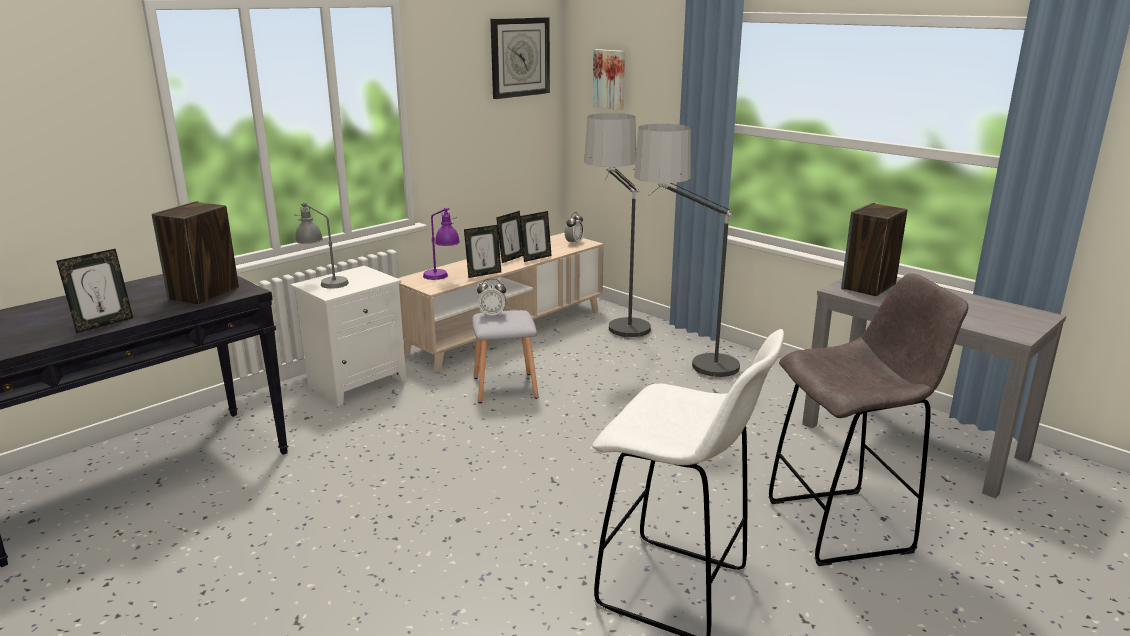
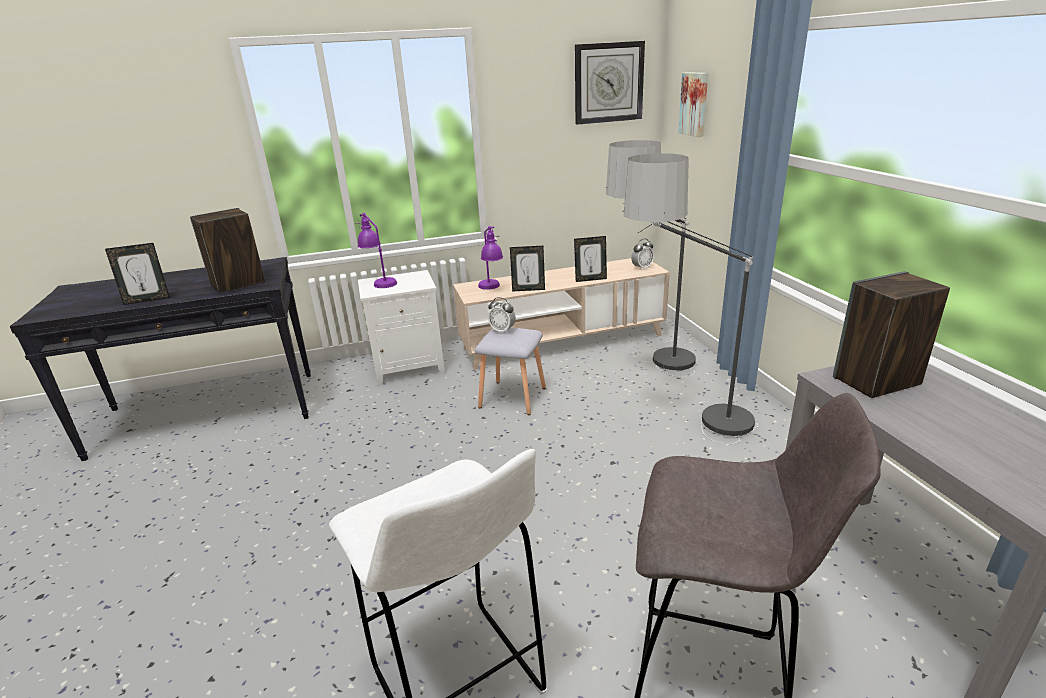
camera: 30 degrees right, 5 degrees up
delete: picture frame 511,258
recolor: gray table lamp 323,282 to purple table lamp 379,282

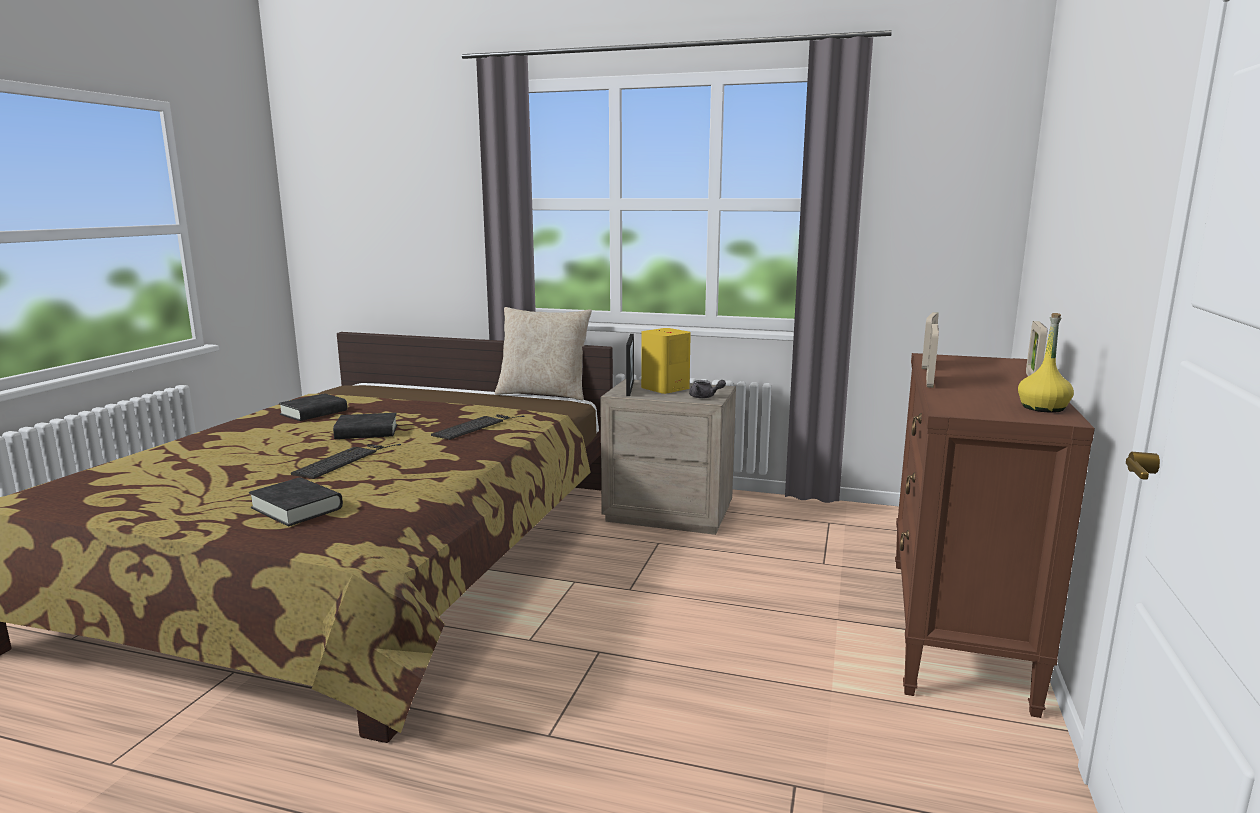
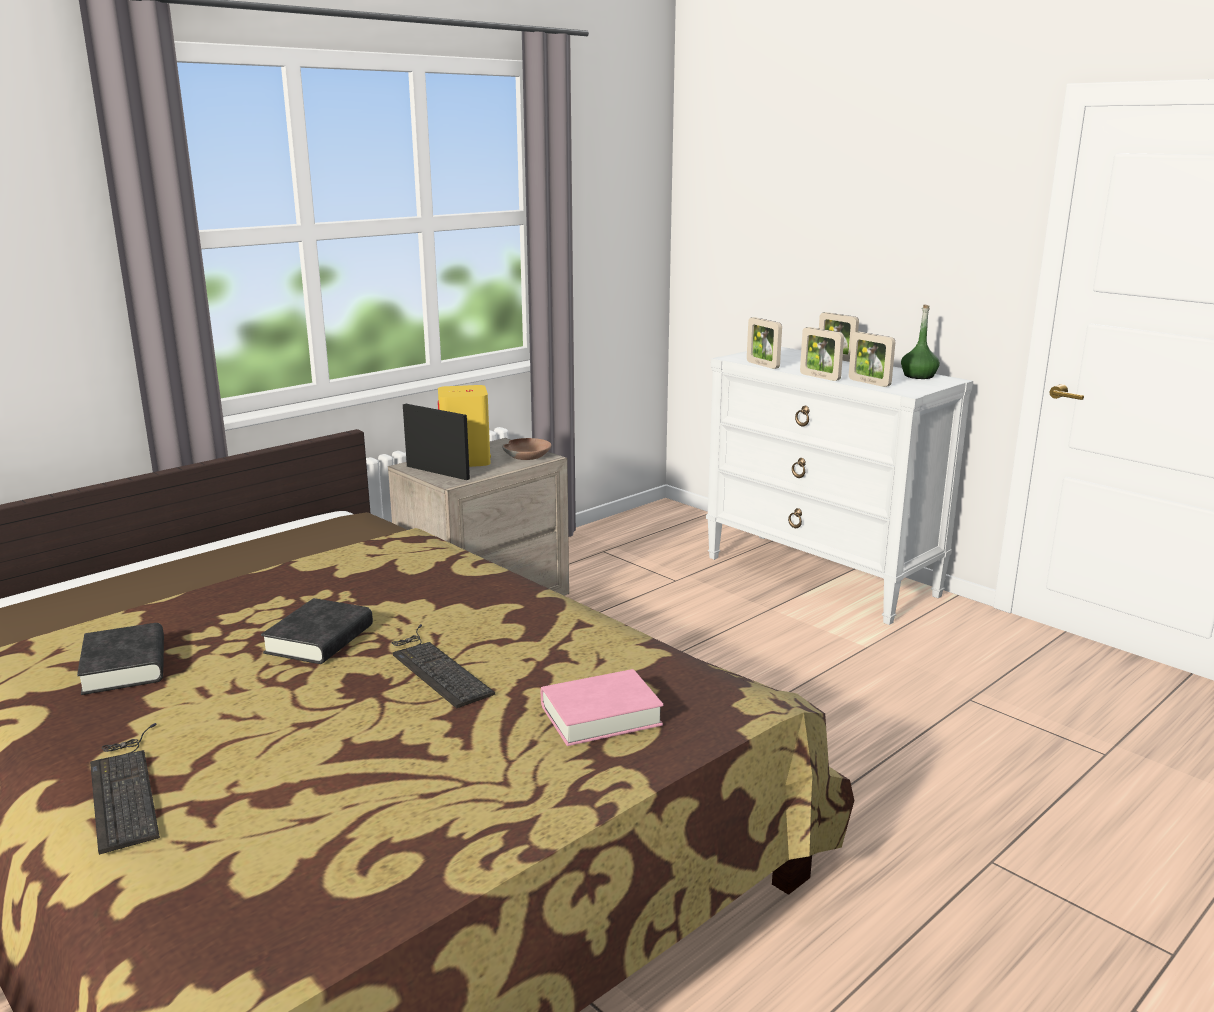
camera: 60 degrees left, 5 degrees up
delete: beige pillow 544,394
insert: picture frame 869,383
move: keyboard 476,426 to 125,788
replace: gray teapot 705,397 to brown-coloured serving bowl 527,455
recolor: yellow bottle 1043,408 to greenish bottle 919,376; brown-coloured chest of drawers 957,629 to white-coloured chest of drawers 821,576; blackish book 297,508 to pink book 600,715

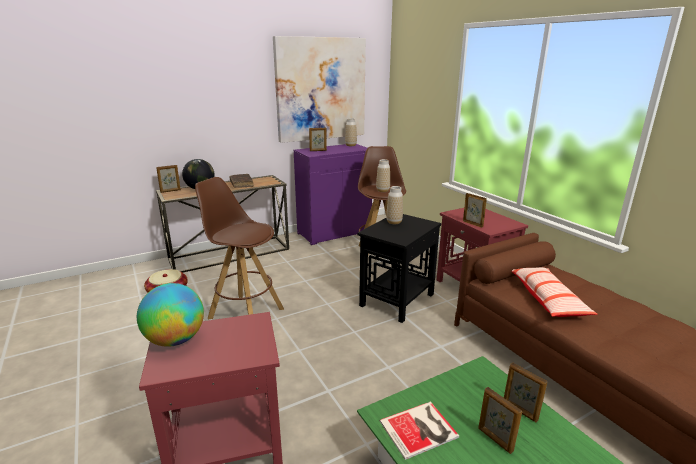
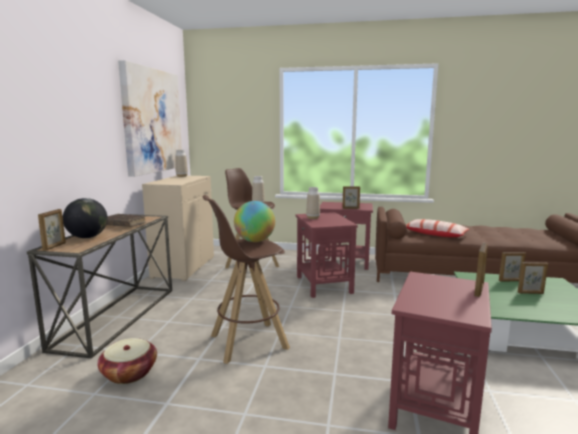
camera: 50 degrees left, 10 degrees down
delete: book 421,429
move: picture frame 318,150 to 479,290; world globe 175,340 to 254,241
recolor: purple cupboard 334,232 to beige cupboard 183,267; blackish end table 396,299 to reddish end table 323,284

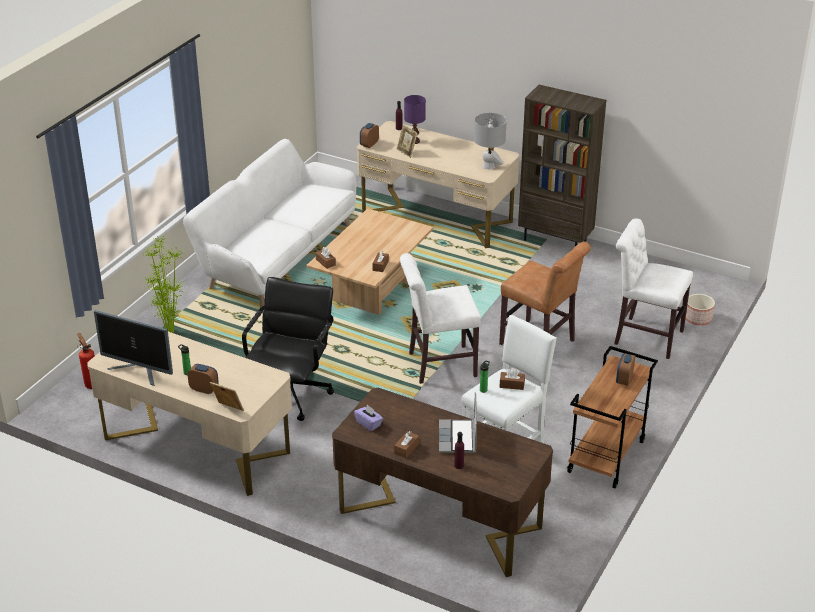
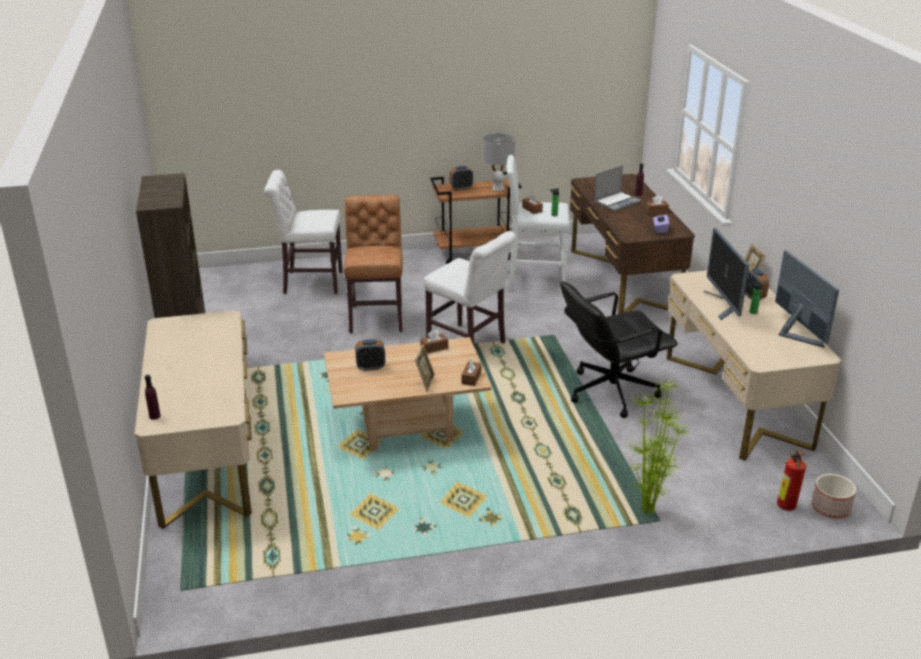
camera: 130 degrees left, 5 degrees down
delete: purple table lamp 415,141; white-coloured sofa 276,257
insert: monitor 724,306
move: gray table lamp 488,166 to 498,188; bedside clock 369,144 to 370,367; picture frame 406,152 to 425,382; flower pot 698,319 to 830,508
rotate: white-coloured chair 644,337 = 309,282 105 degrees clockwise

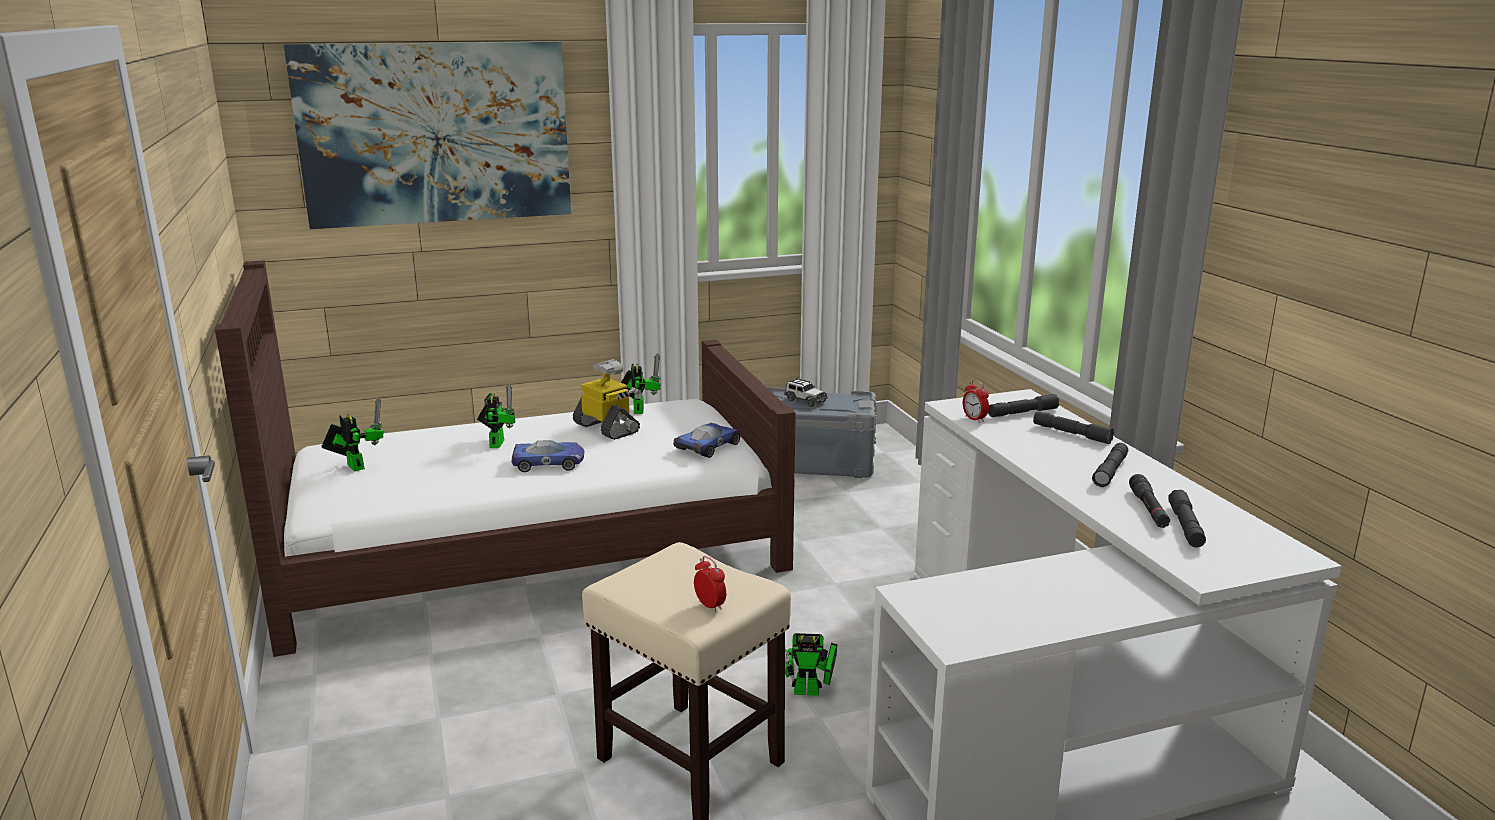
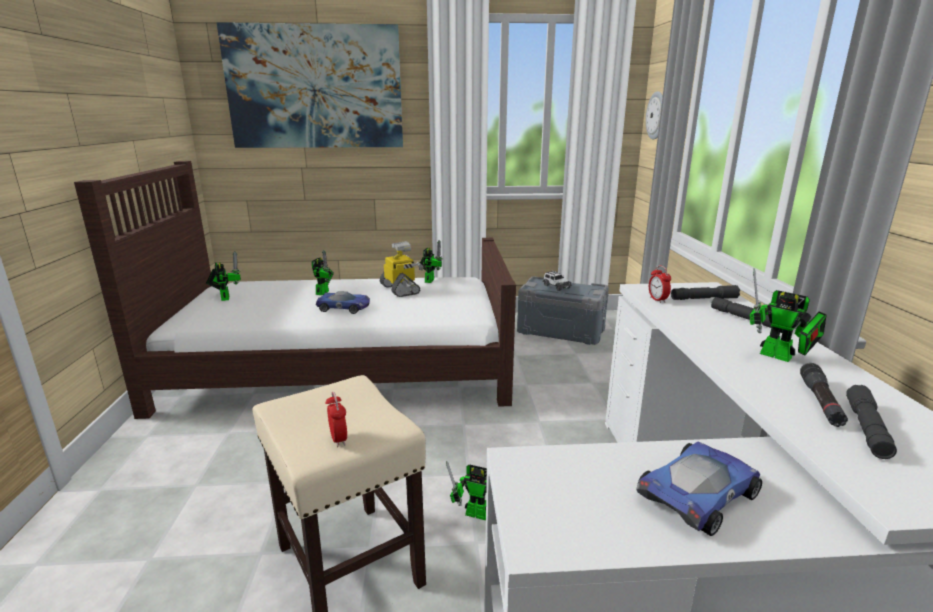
camera: 15 degrees right, 0 degrees up
insert: hanging clock 656,115
move: toy car 708,446 to 699,493
replace: gray torch 1110,471 to toy robot 781,357

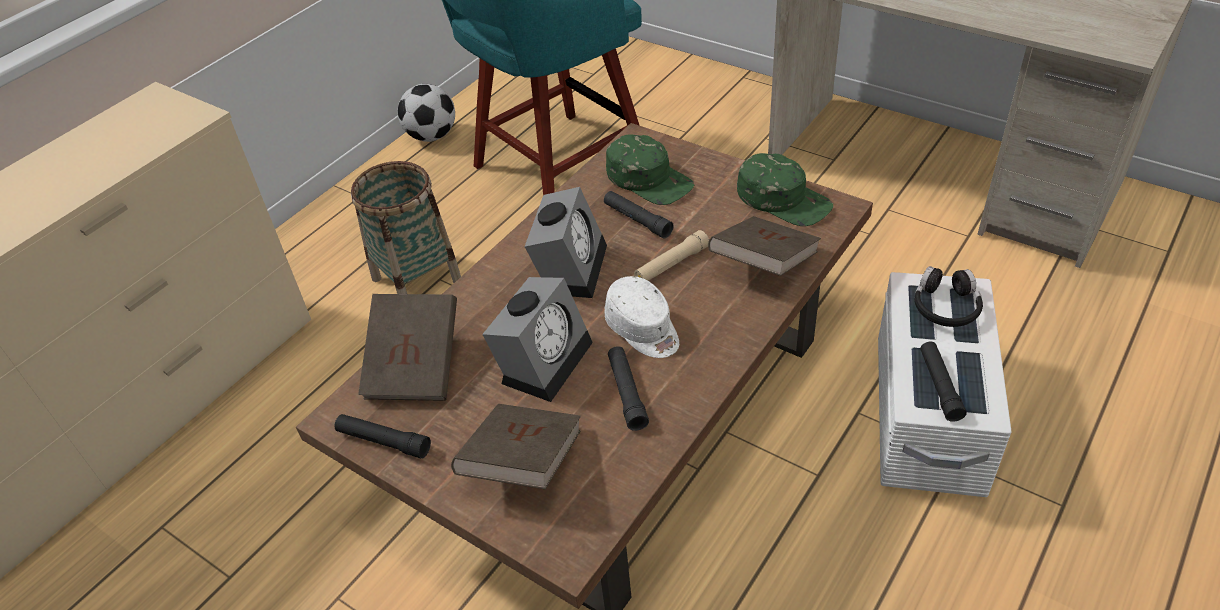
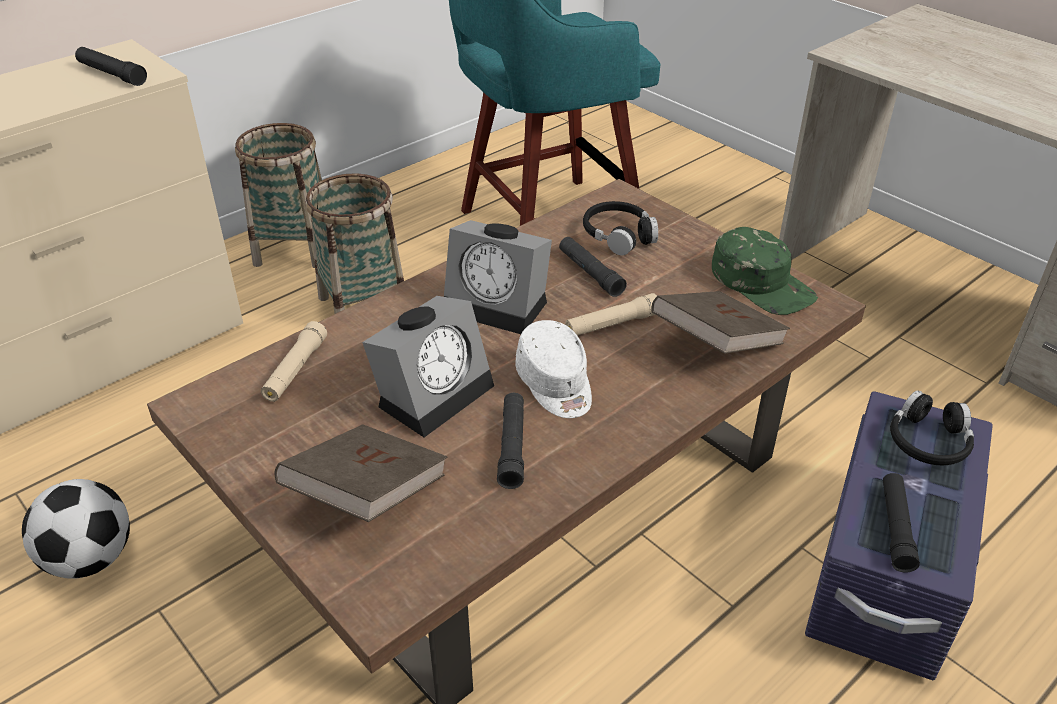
camera: 10 degrees right, 5 degrees down
insert: basket 294,248
move: football ball 432,136 to 91,559; blackish torch 383,441 to 112,74
replace: greenish peaked cap 649,179 to blackish headphones 618,235; brown-coloured book 415,366 to beige torch 295,370
recolor: white-coloured storage bin 928,415 to purple storage bin 886,569
rotate: bedside clock 570,266 = 500,305 90 degrees clockwise

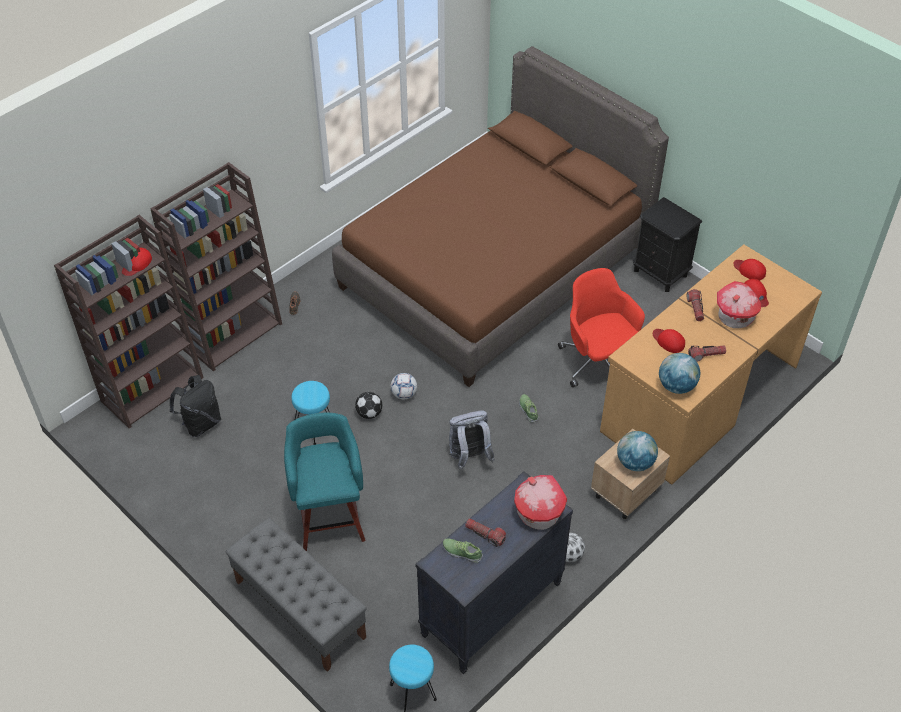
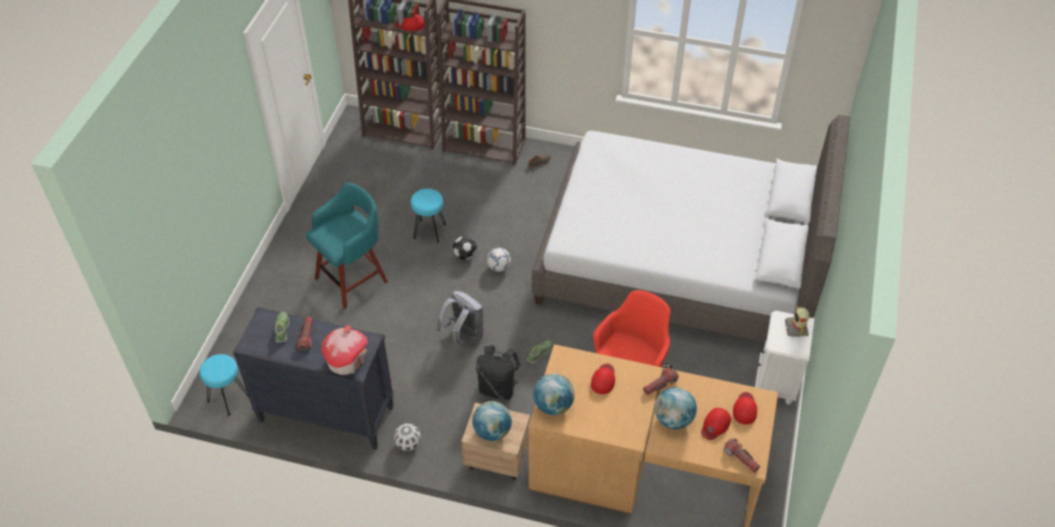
camera: 60 degrees right, 0 degrees up
delete: gray indoor bench 299,609
insert: toy robot 797,328
move: torch 706,355 to 741,458; blackish backpack 200,423 to 498,388
replace: toy house 735,317 to world globe 673,419
recolor: brown-coloured sleeping bed 494,267 to gray sleeping bed 680,262; blackish night table 660,273 to white-coloured night table 776,382

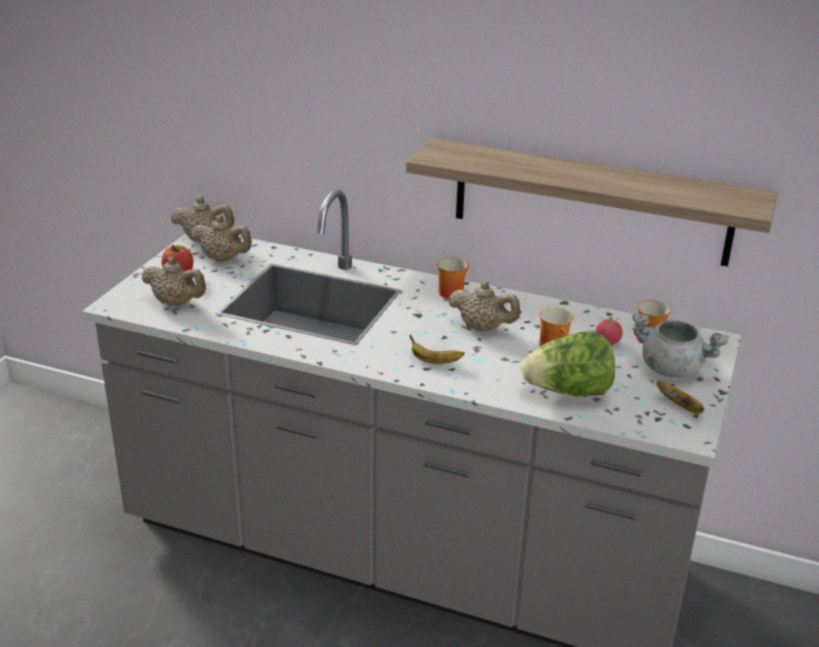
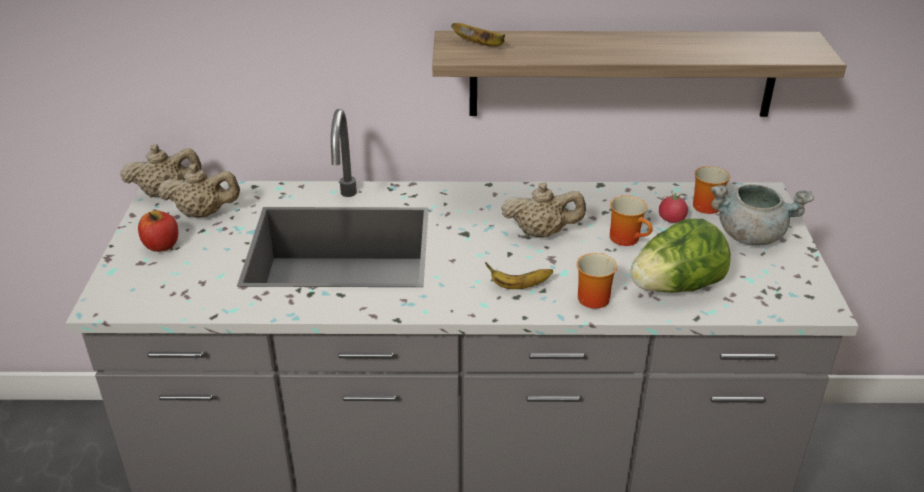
camera: 20 degrees left, 5 degrees up
delete: beige teapot 176,303
move: mug 451,291 to 591,296; whole banana 681,407 to 481,45

